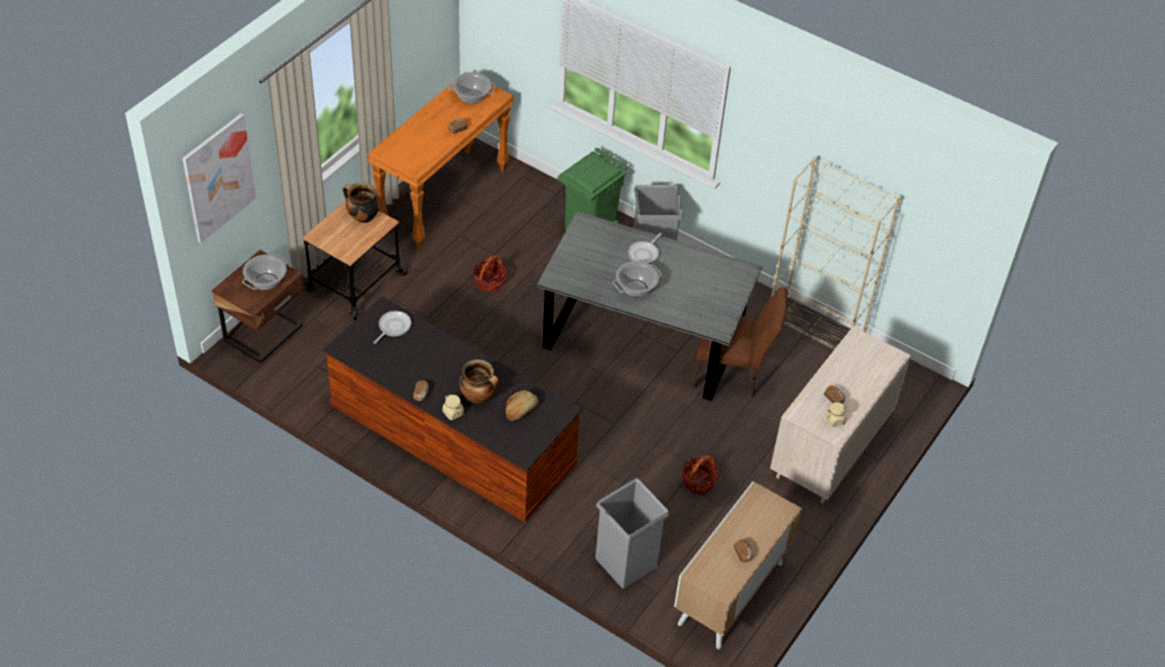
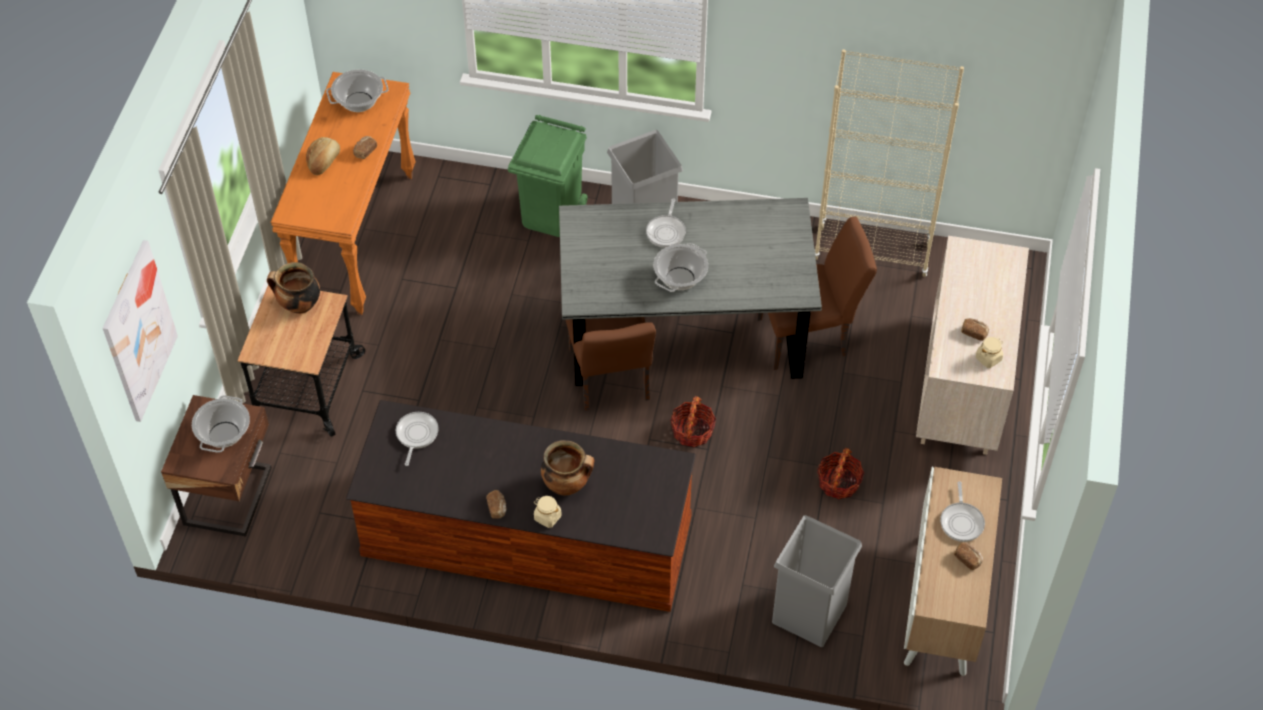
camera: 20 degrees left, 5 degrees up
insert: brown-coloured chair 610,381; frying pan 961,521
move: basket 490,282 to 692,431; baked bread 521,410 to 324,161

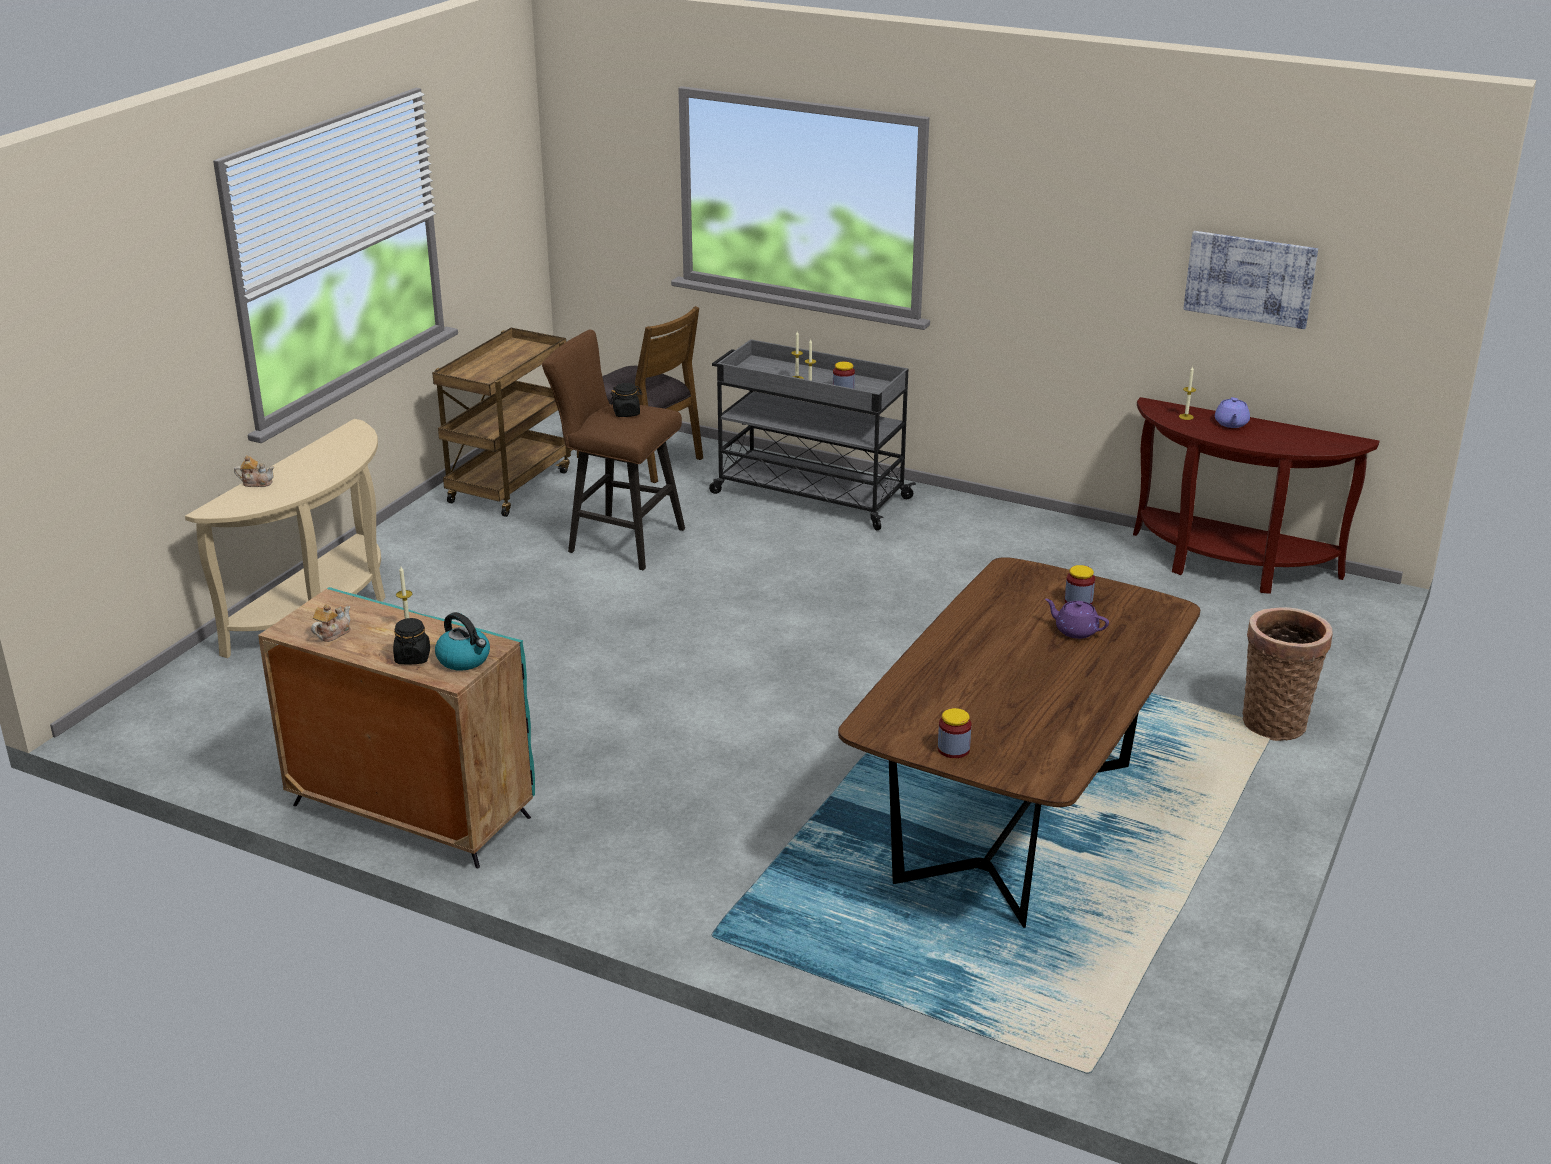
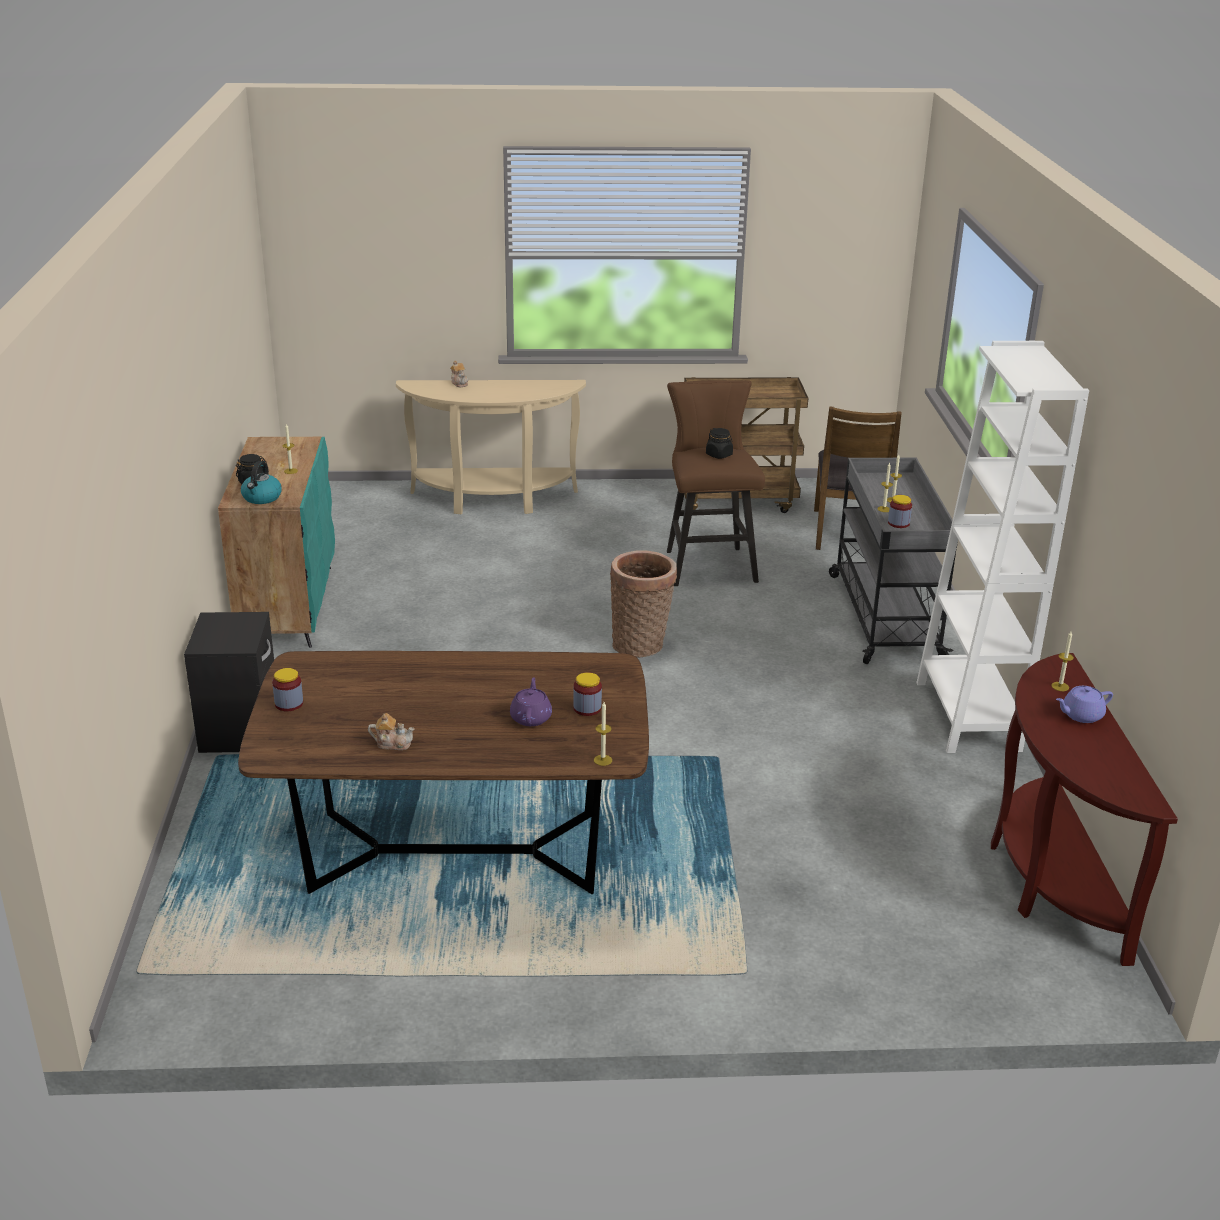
camera: 60 degrees right, 0 degrees up
delete: wall art 1250,278
insert: white-coloured bookcase 967,716; blackish night table 239,729; wax candle 603,760
move: teapot 332,633 to 392,743; basket 1275,721 to 641,644

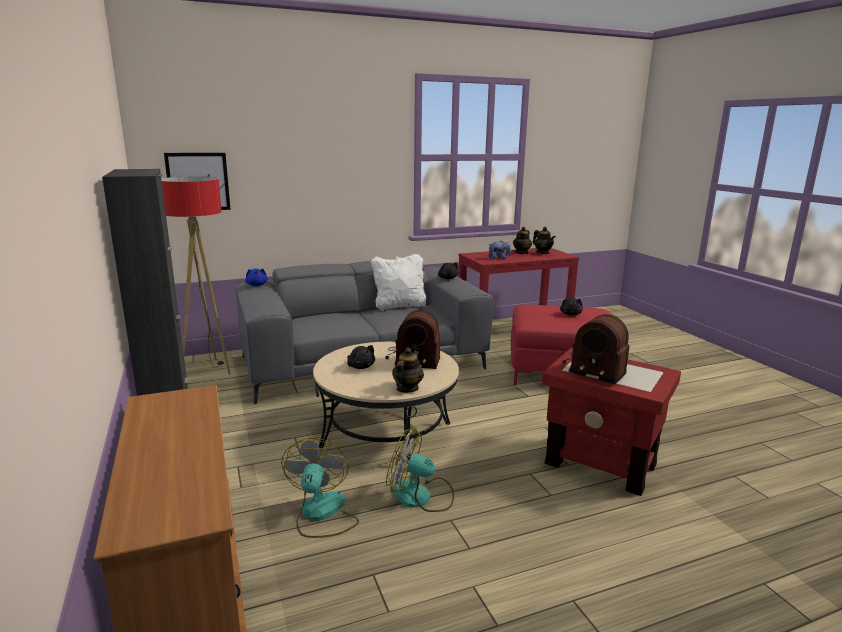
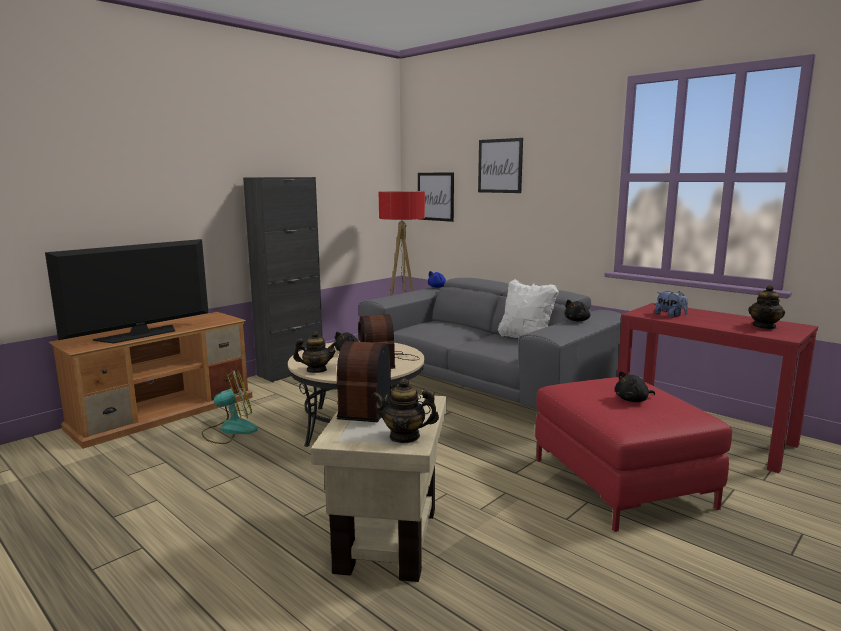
camera: 65 degrees right, 5 degrees down
delete: cooling fan 421,496
insert: wall art 500,166; television 140,334
move: teapot 521,253 to 405,436
recolor: reddish end table 600,464 to beige end table 386,539

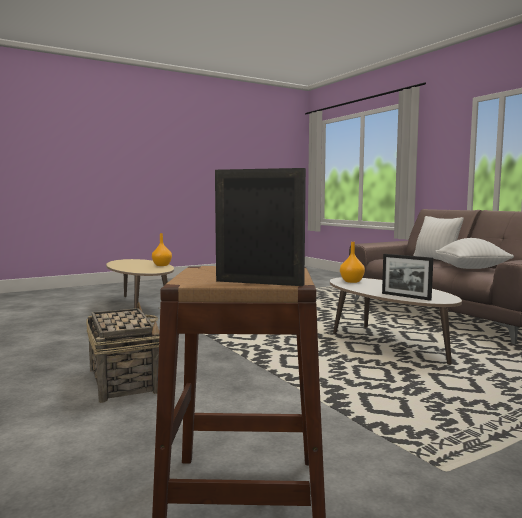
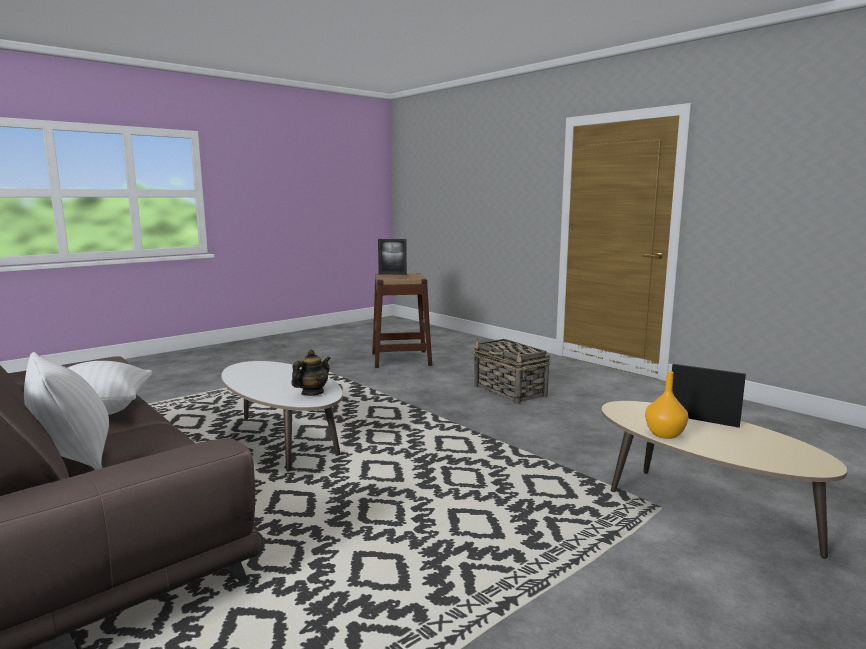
camera: 170 degrees right, 5 degrees up
move: picture frame 405,296 to 702,420
replace: orange decorative vase 352,281 to teapot 312,393

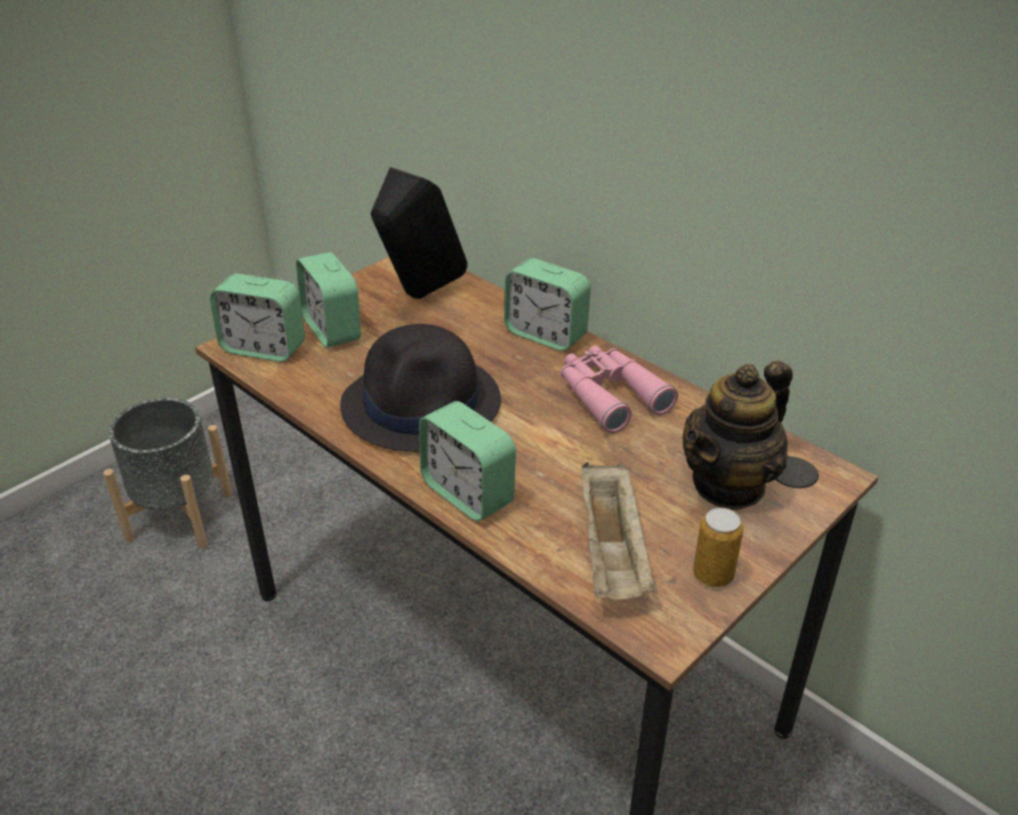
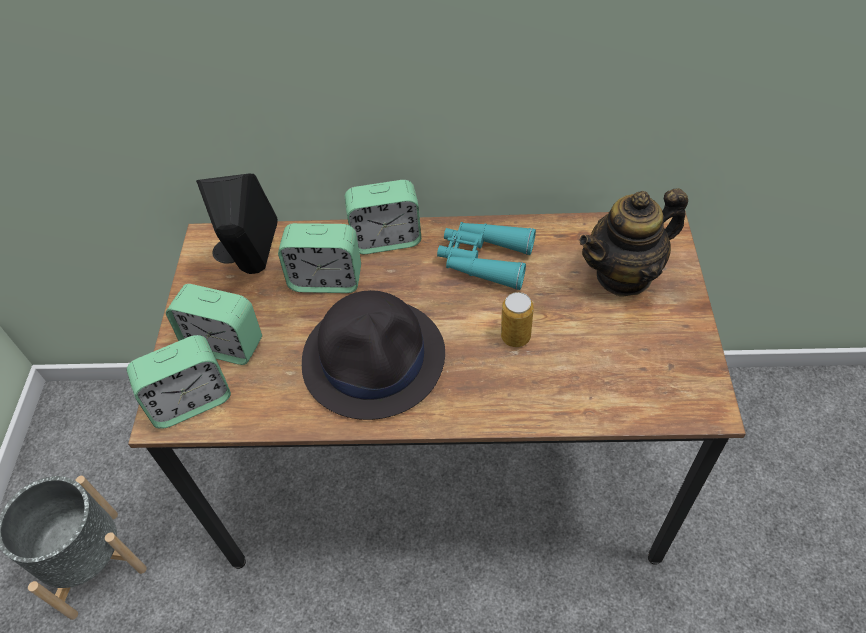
camera: 40 degrees left, 15 degrees up
delete: beige carrying tray 613,552
move: bedside clock 468,493 to 326,280; can 713,575 to 515,337
recolor: pink field glasses 609,395 to blue-green field glasses 484,260
rotate: teapot 729,484 = 624,275 60 degrees clockwise

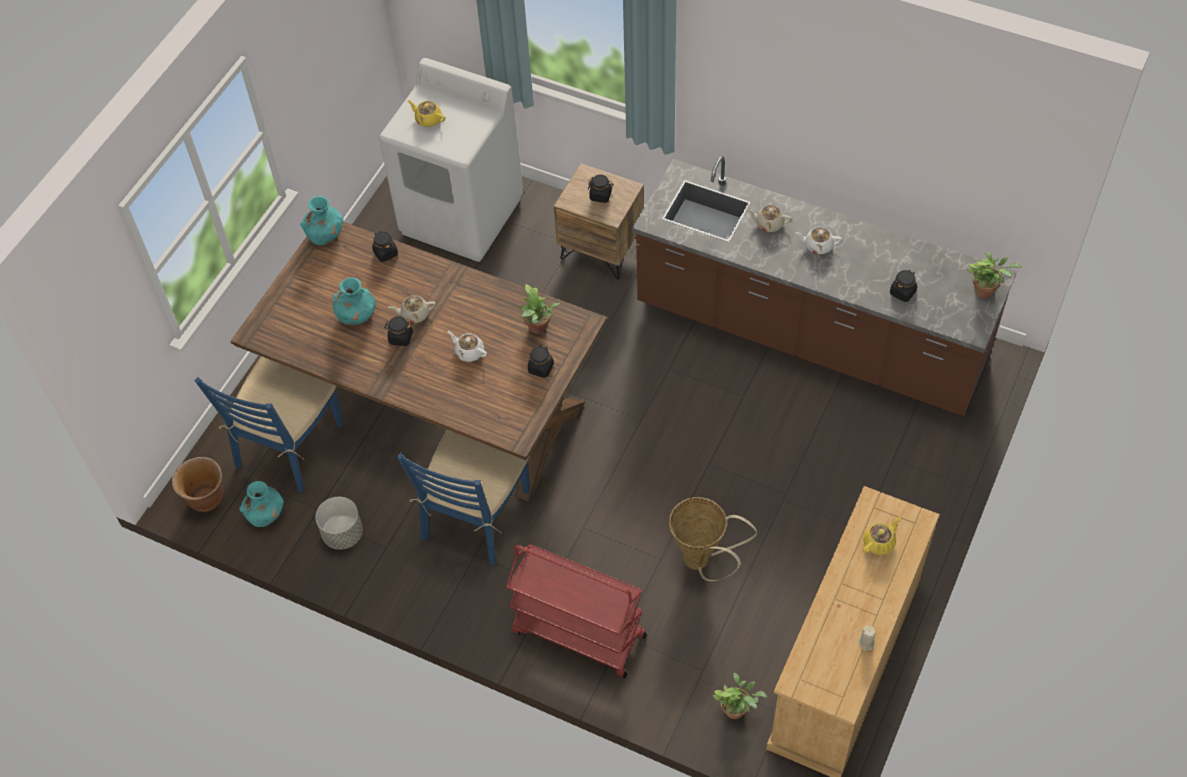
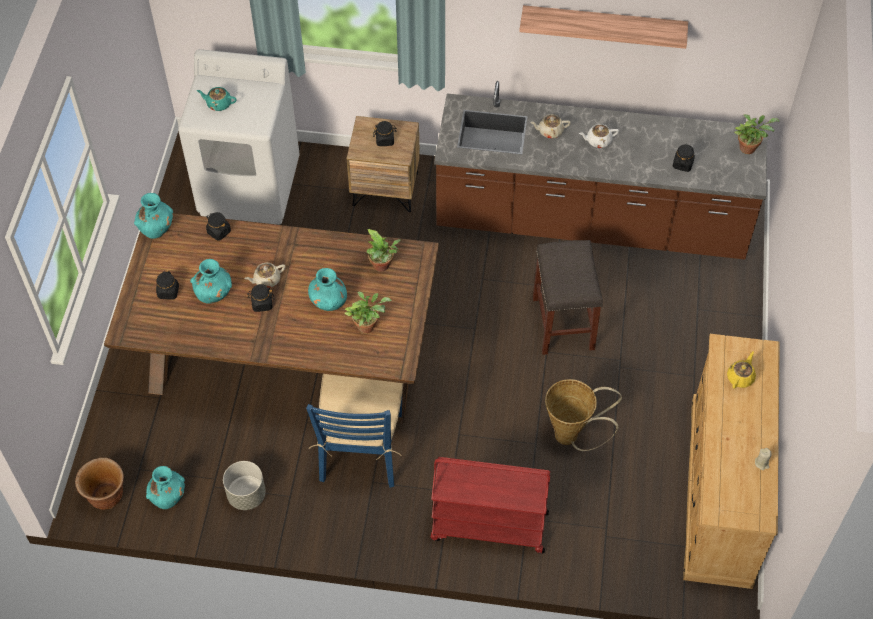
camera: 20 degrees left, 0 degrees up
delete: blue-coloured chair 289,447
insert: bracket shelf 603,26; gray stool 564,324
move: blackish jar 541,368 to 168,292; houseplant 737,709 to 368,325
replace: white-coloured teapot 469,352 to blue-green decorative vase 329,302
recolor: yellow teapot 428,119 to blue-green teapot 218,104

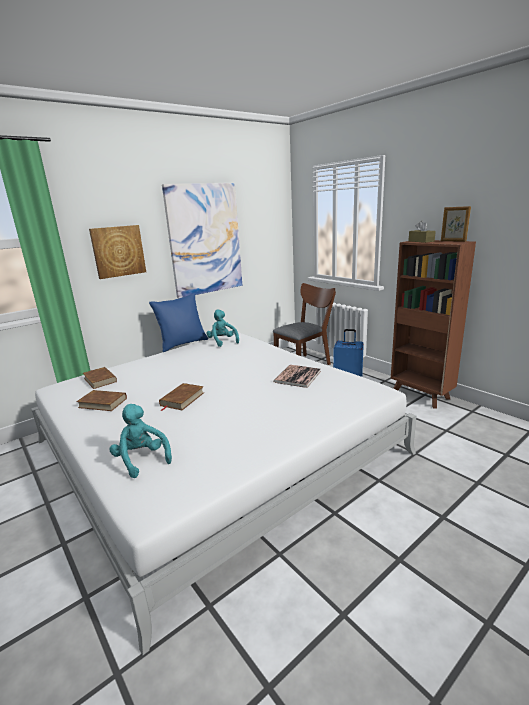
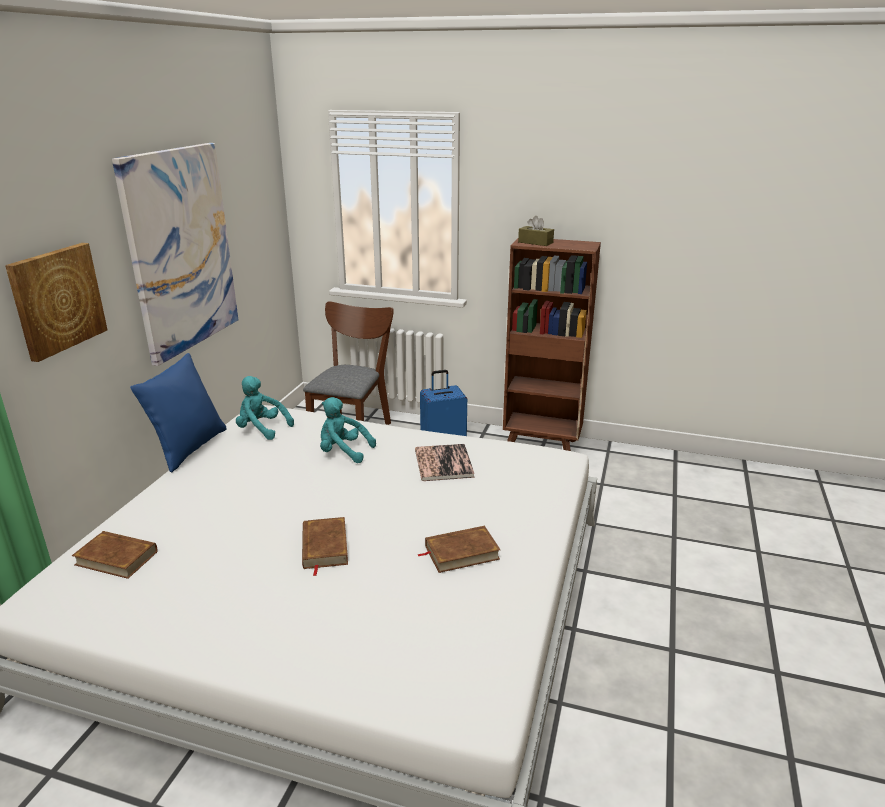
camera: 35 degrees left, 5 degrees up
delete: picture frame 453,241
move: brown-coloured book 102,403 to 461,552; blue-green plush toy 142,459 to 343,452

